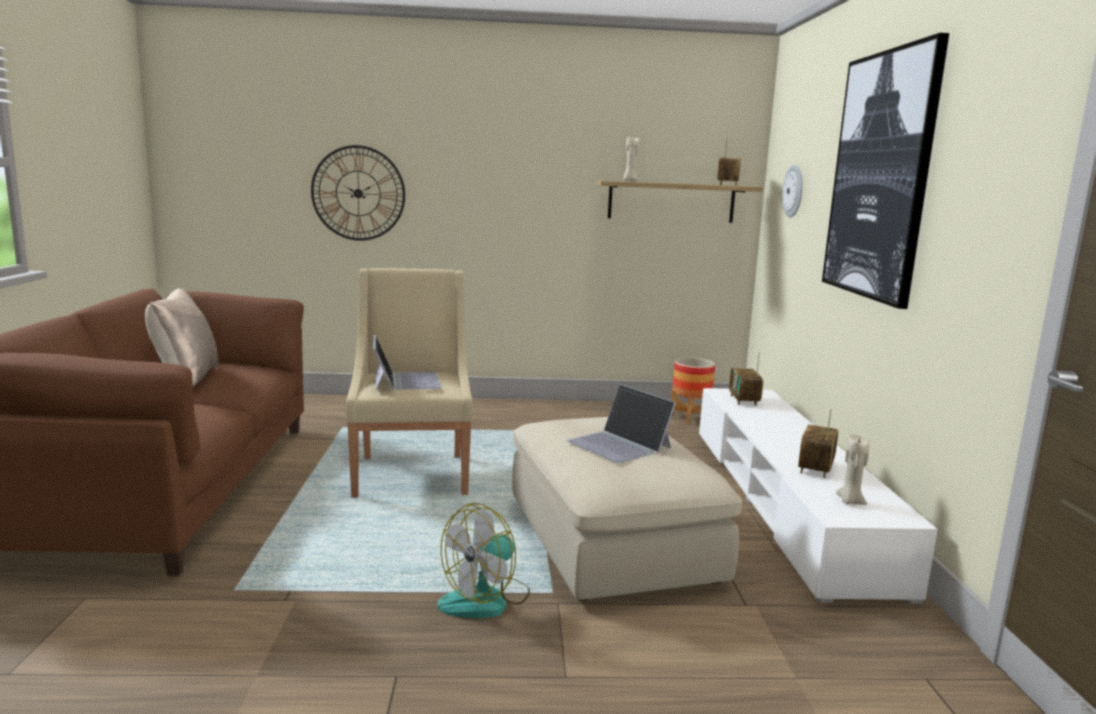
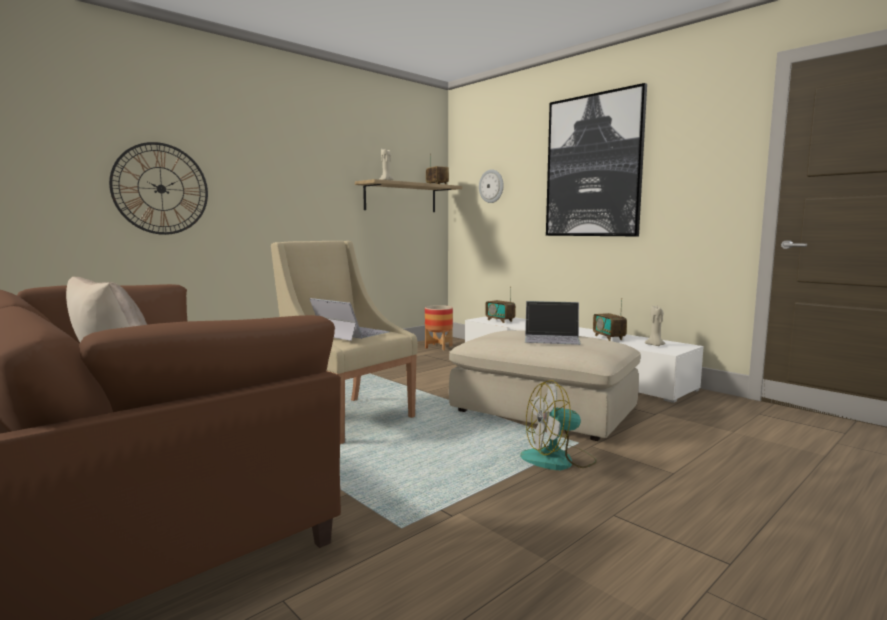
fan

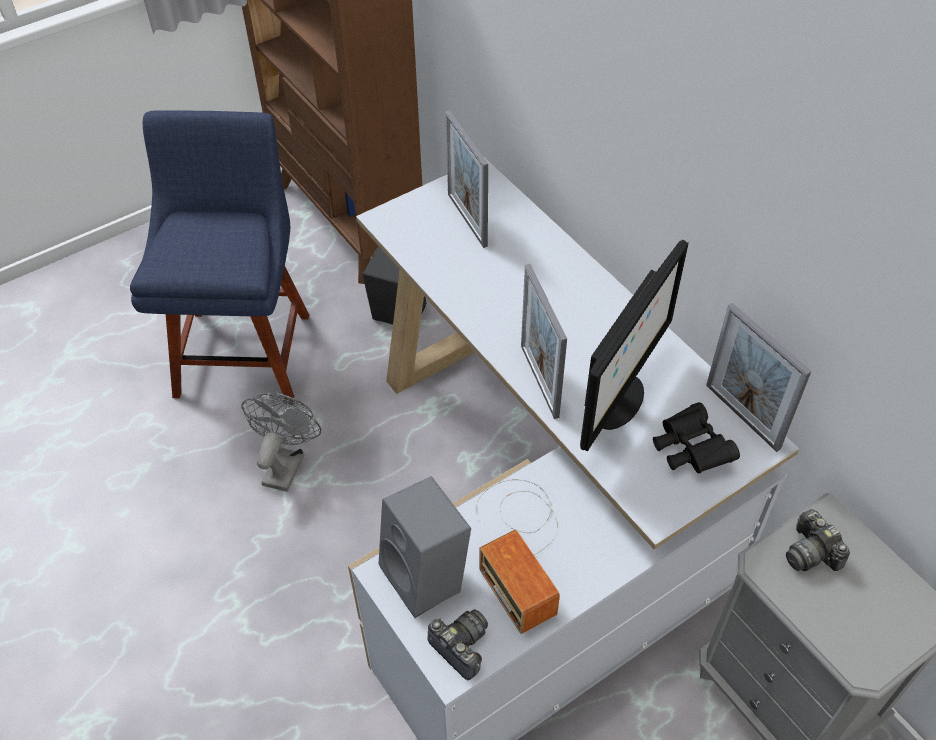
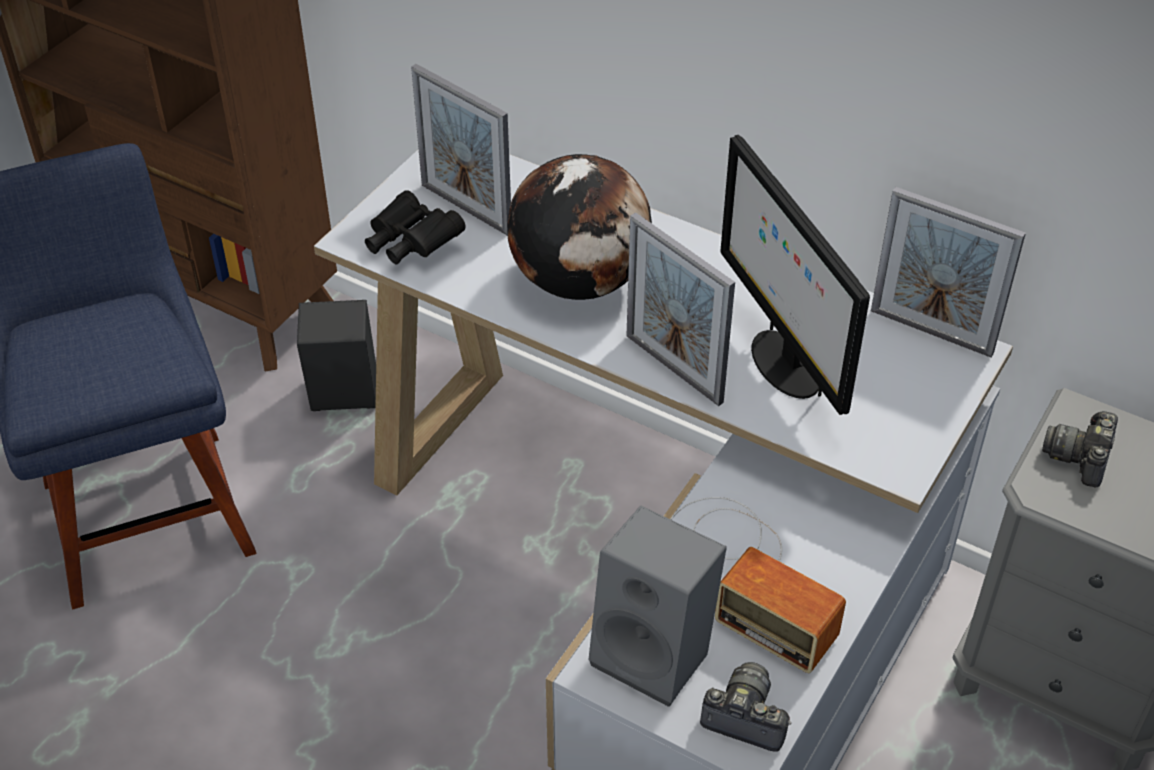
binoculars/black
globe
monitor
photo camera (no. 2 from left)
fan/grey

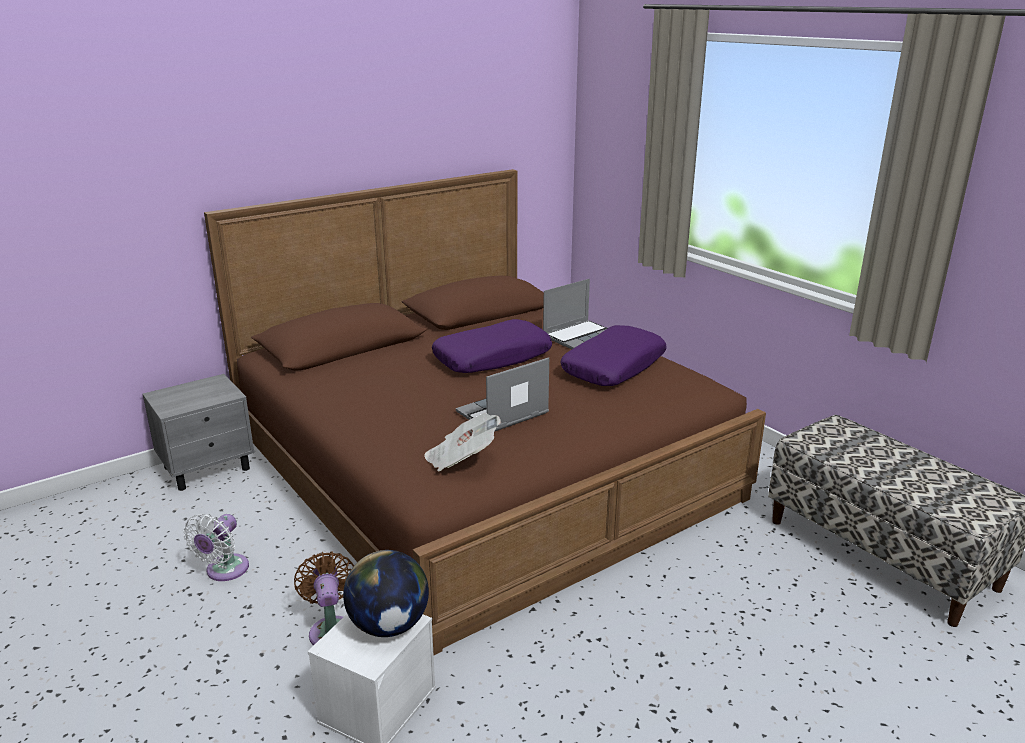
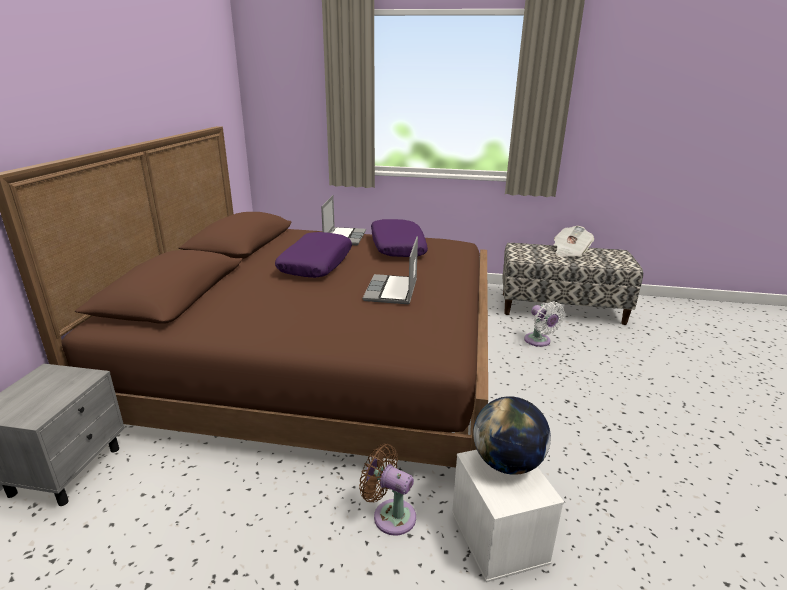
fan/white
newspaper

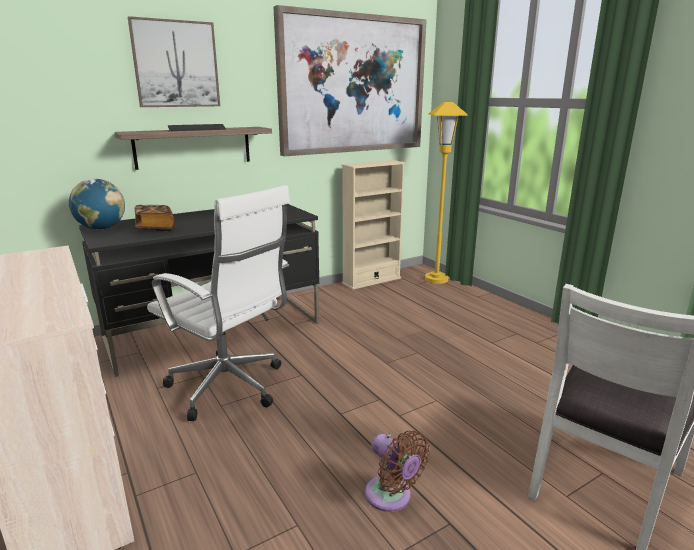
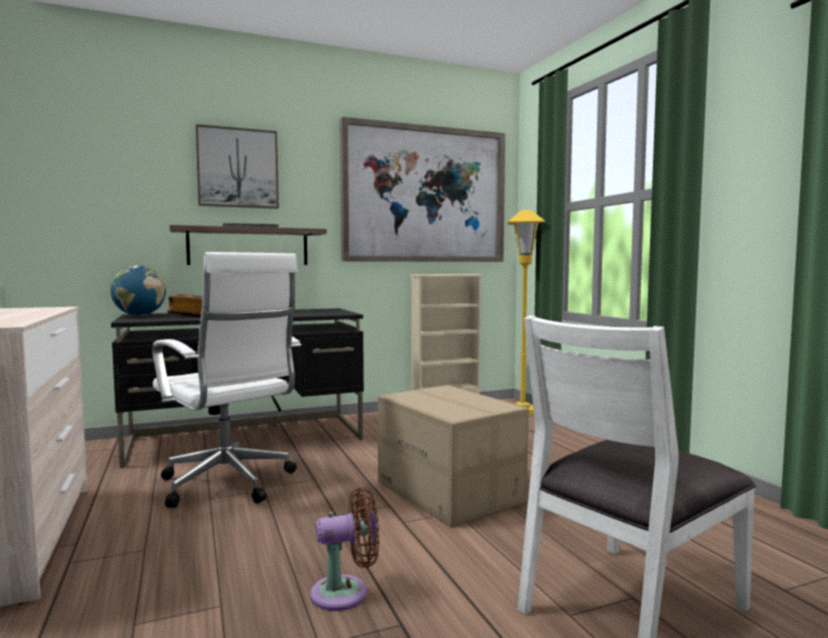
fan/brown
cardboard box

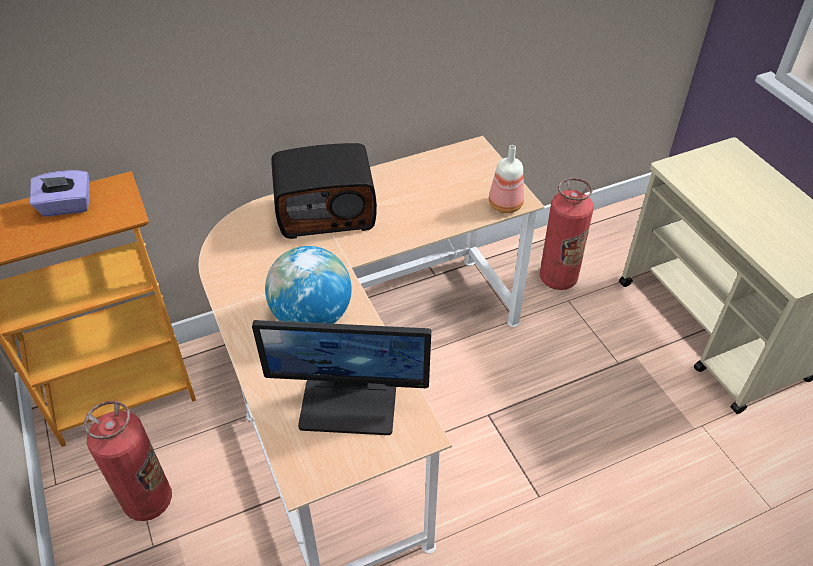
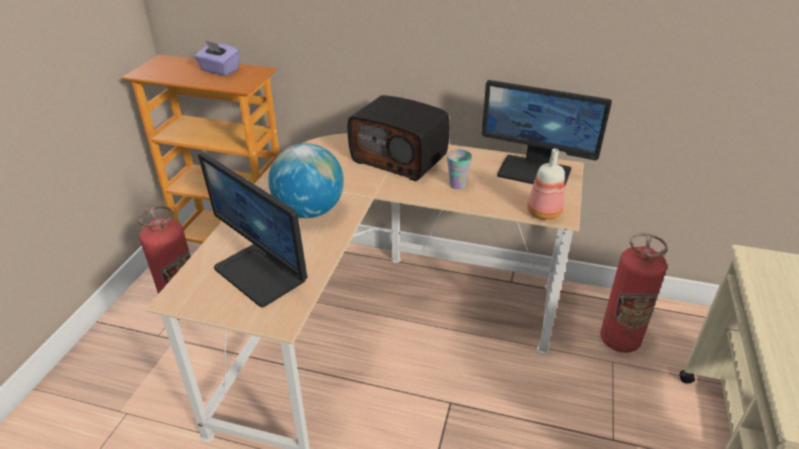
cup
monitor (no. 2 from left)

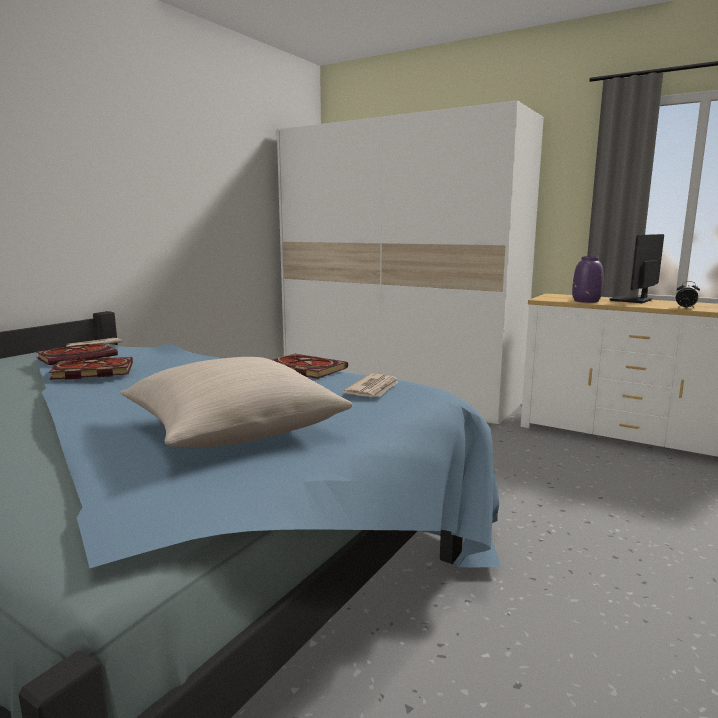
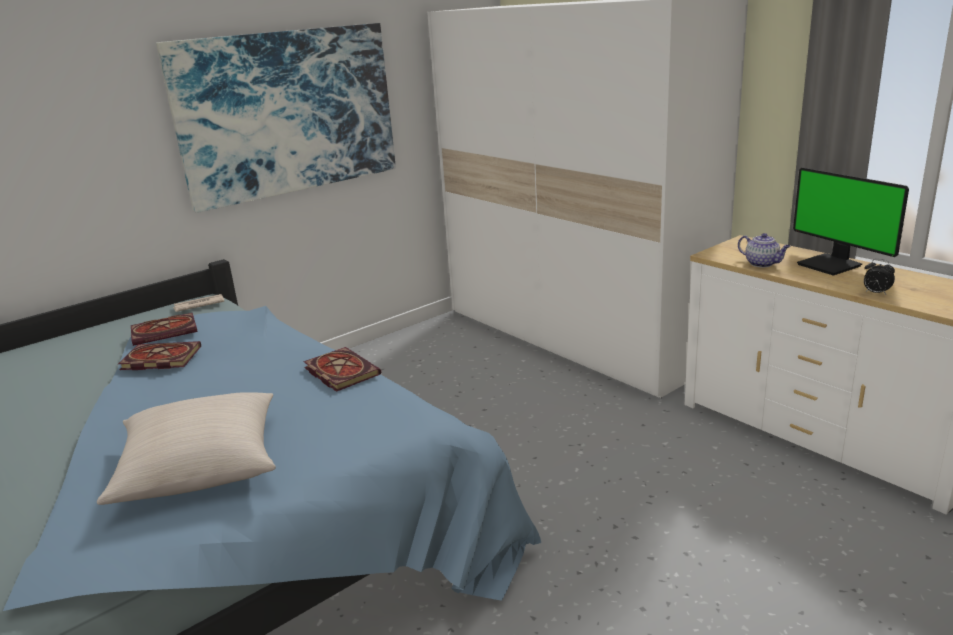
picture
teapot
monitor
newspaper (no. 2 from left in the first image)

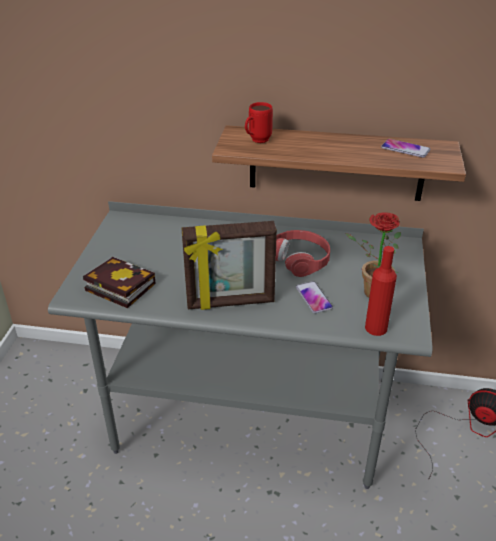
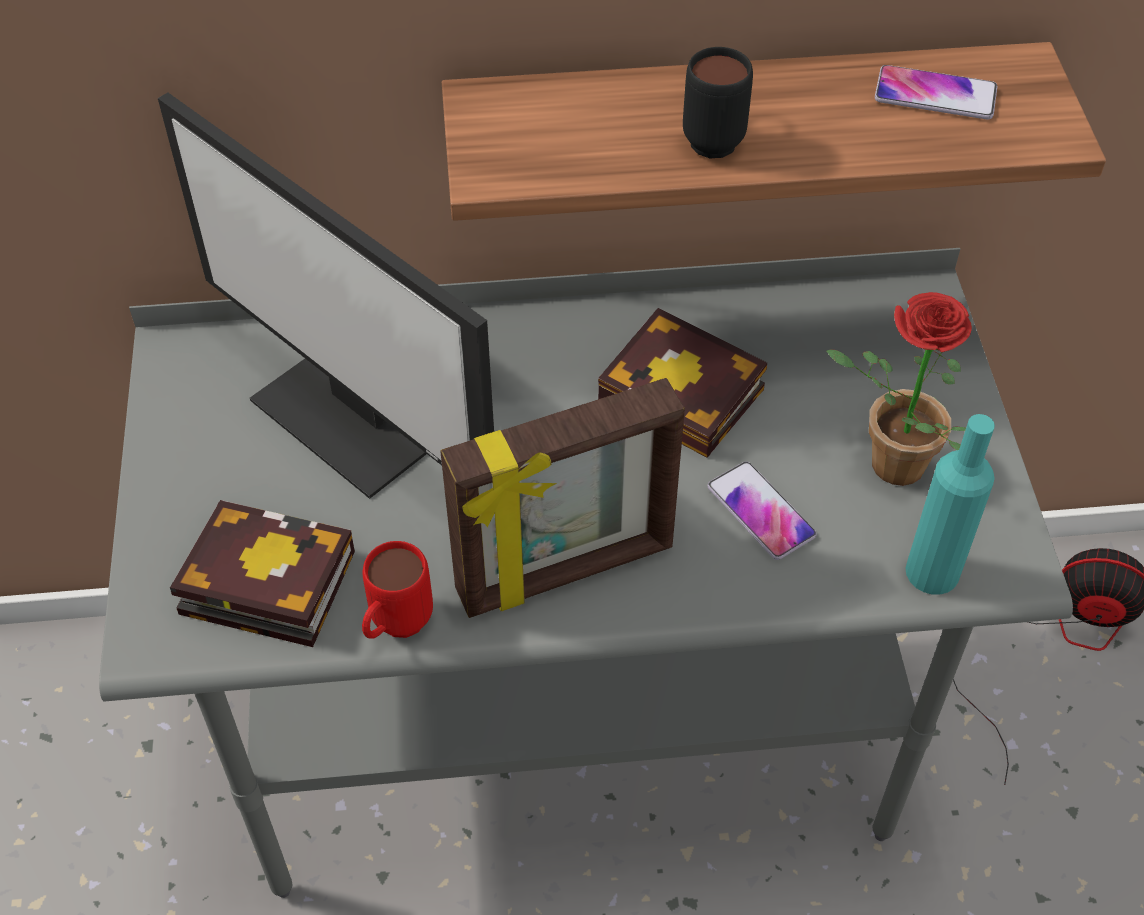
monitor
mug/red
book (no. 2 from left)
mug/black
bottle/turquoise

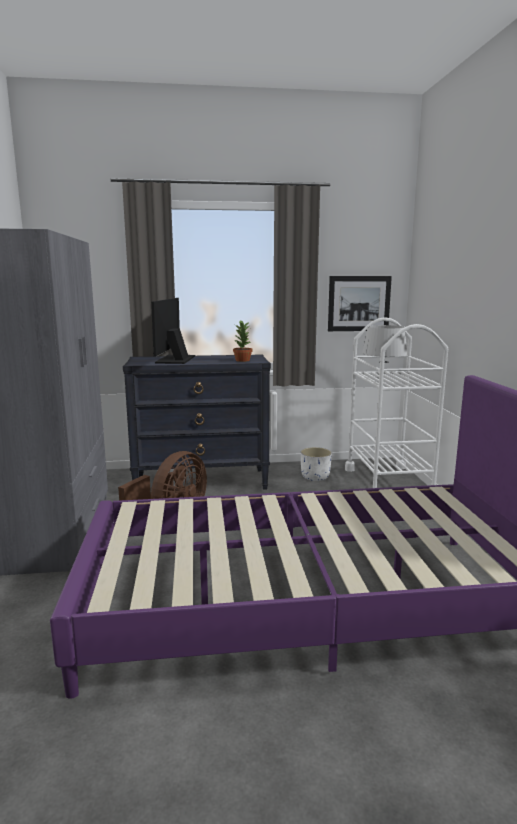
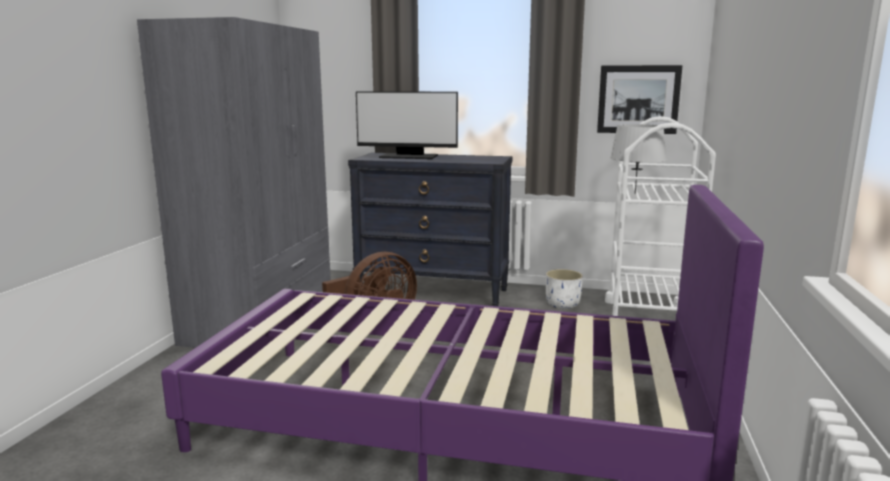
monitor
potted plant

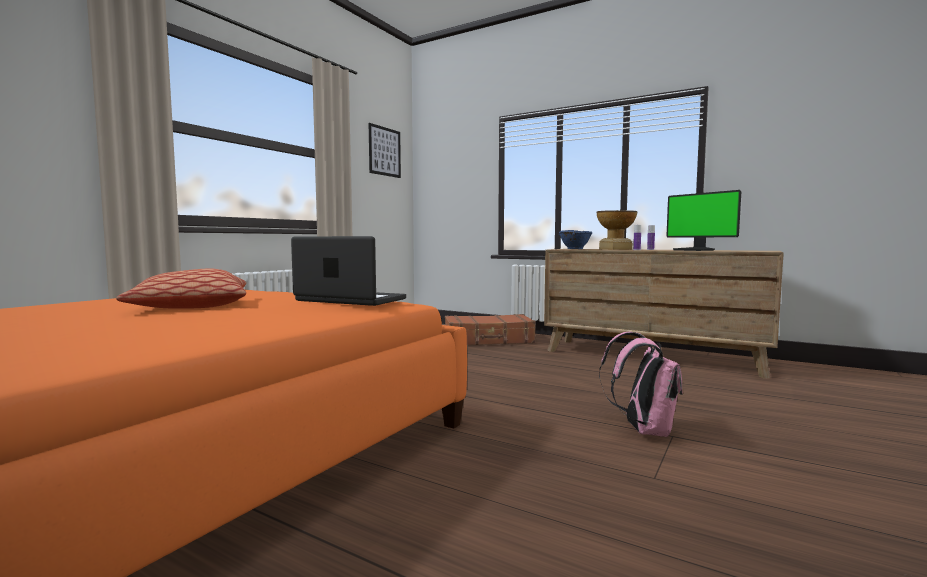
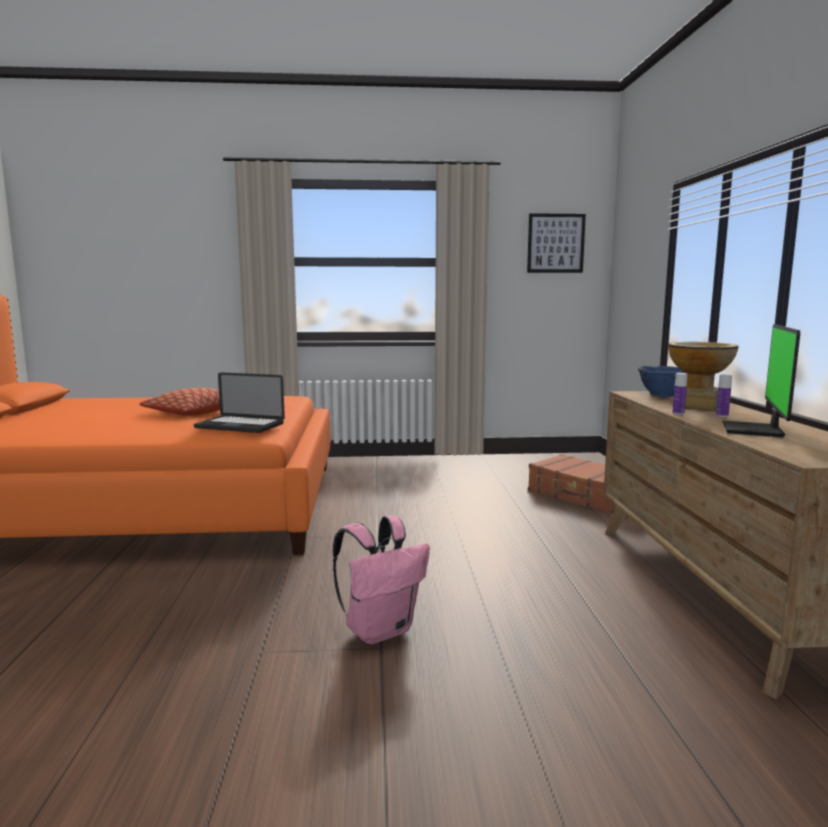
laptop

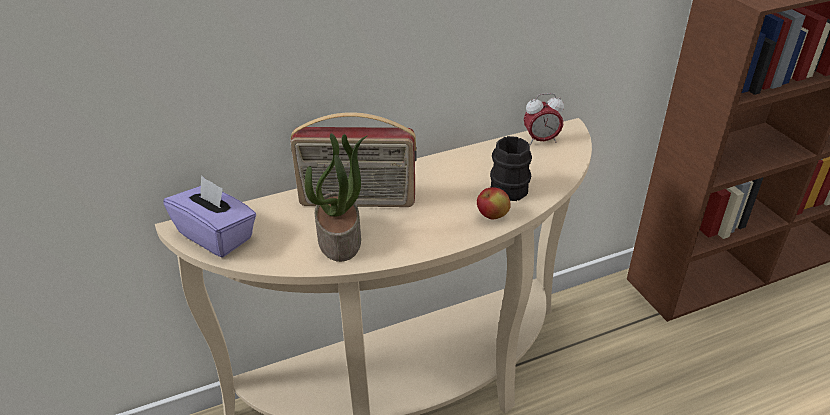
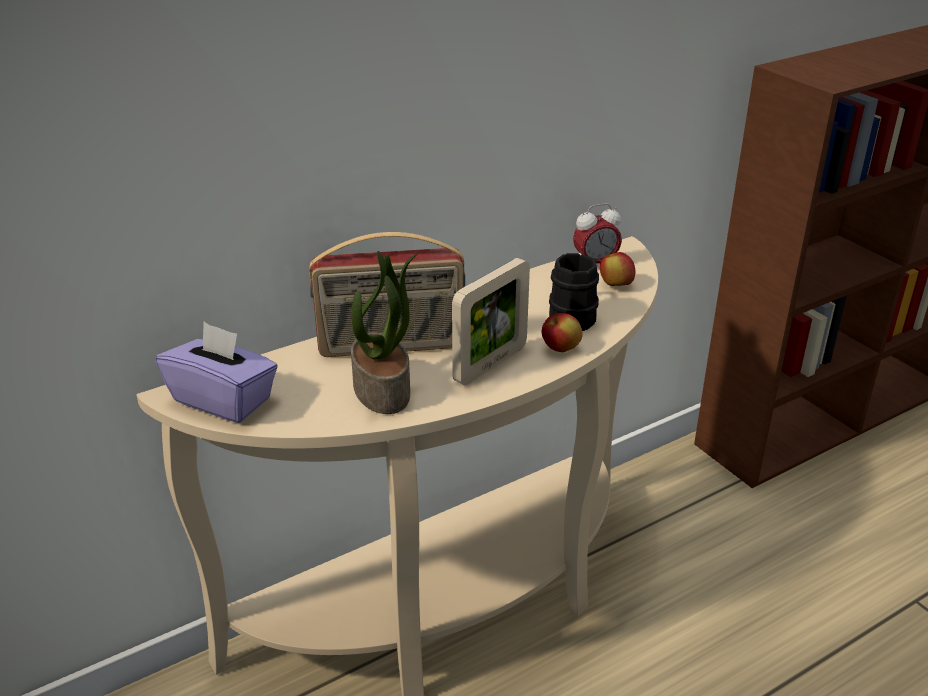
picture frame
apple (no. 2 from left)

